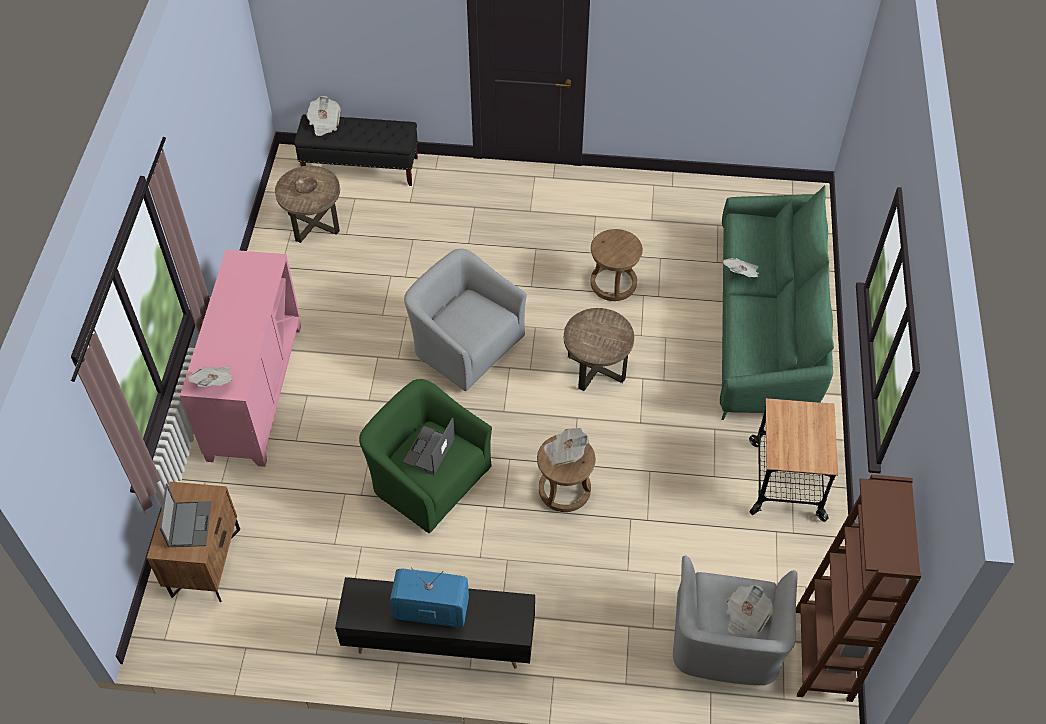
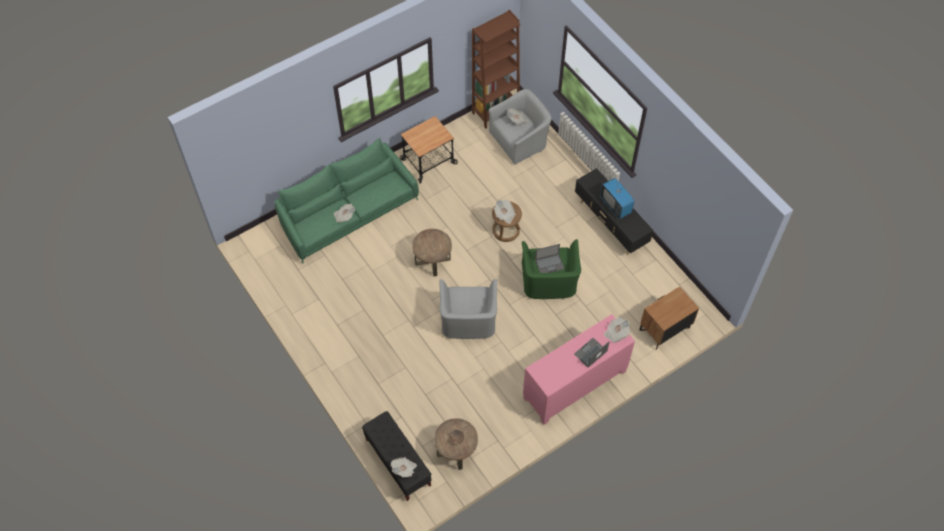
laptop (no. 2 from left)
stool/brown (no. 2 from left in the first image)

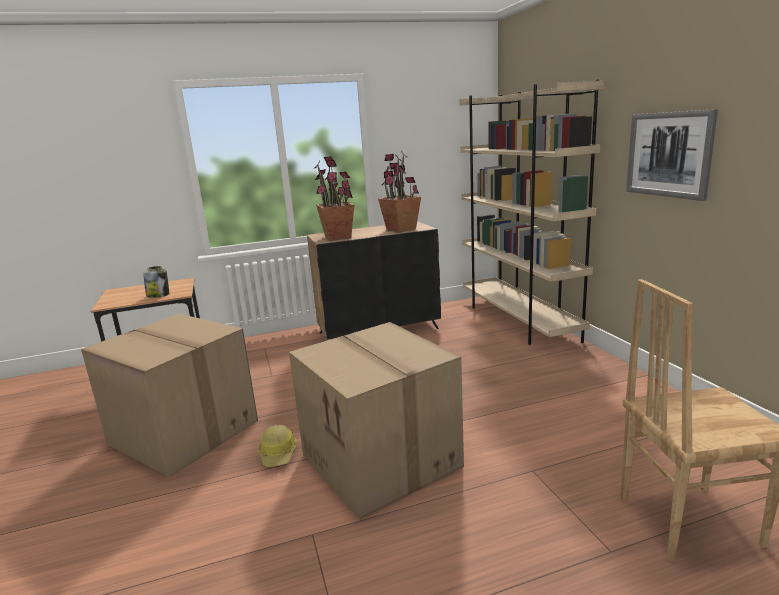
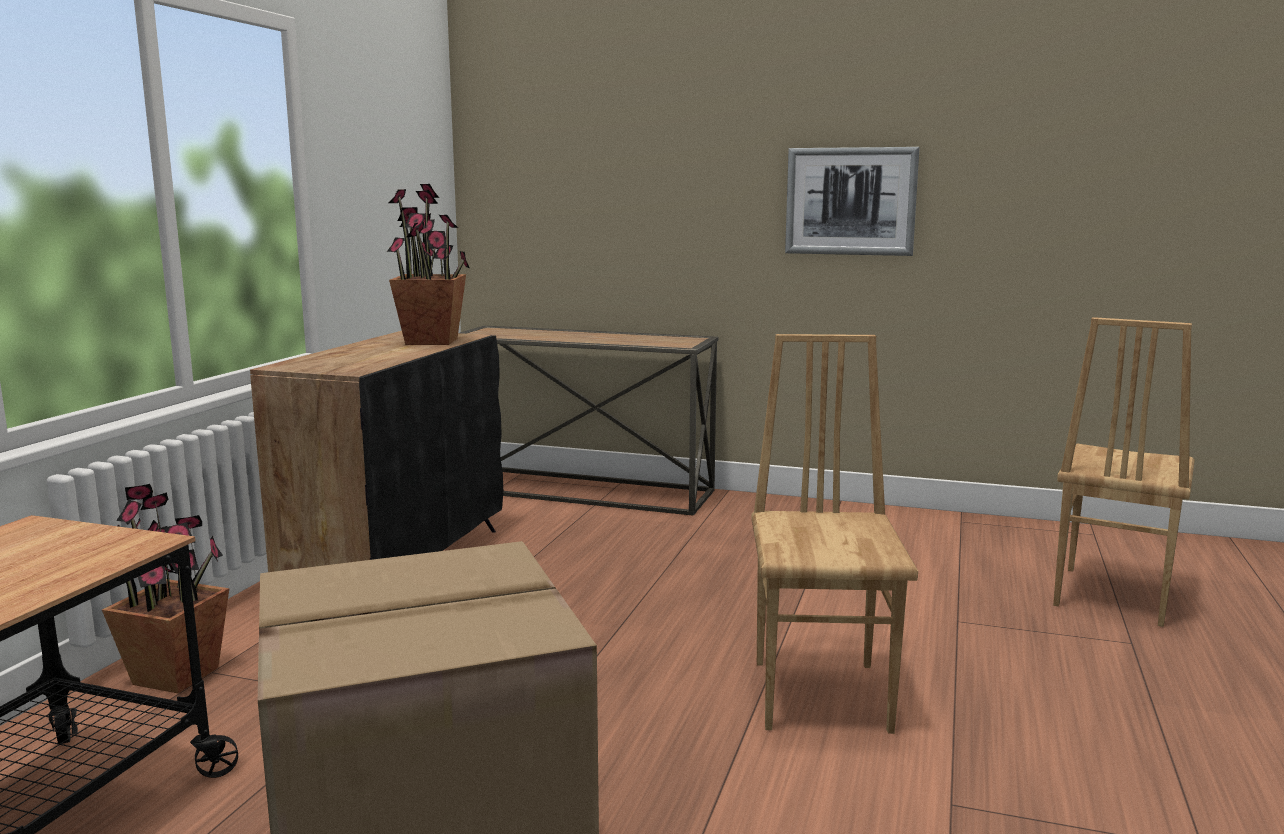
potted plant (no. 1 from left)
console table
chair/brown (no. 1 from left)
jar
hard hat

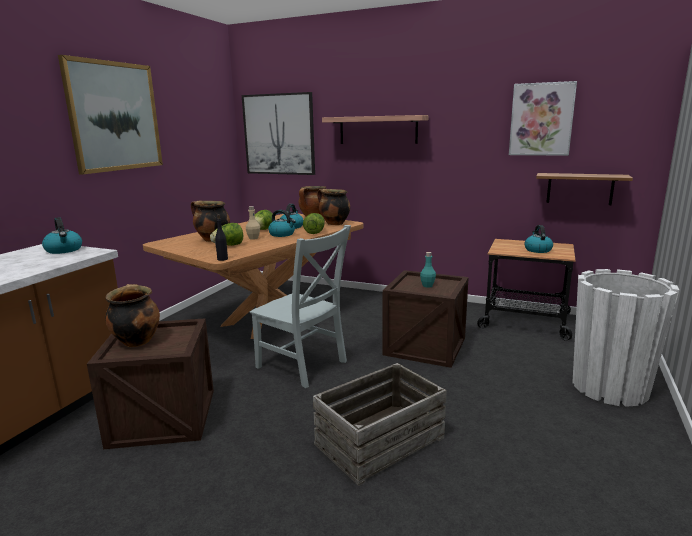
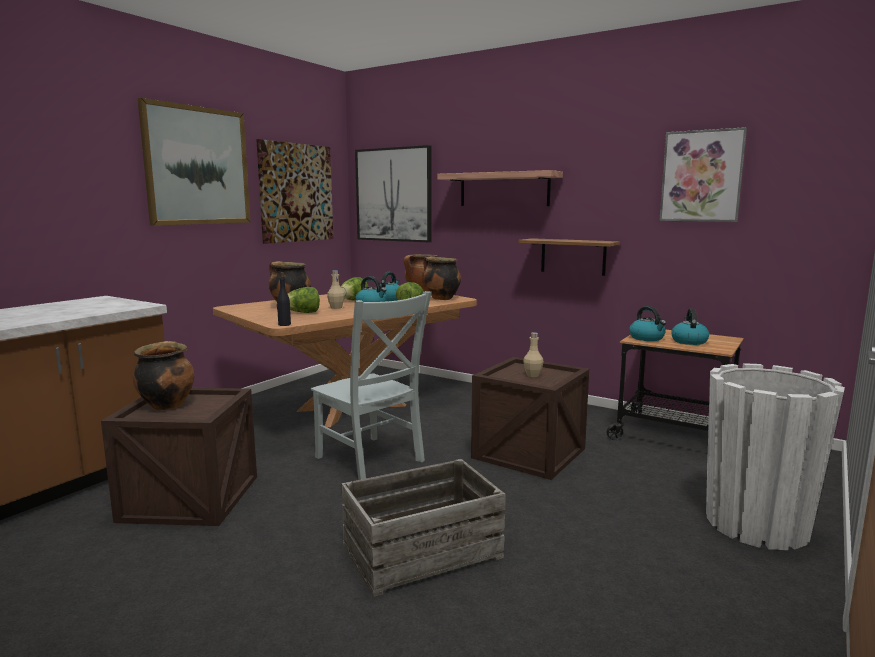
picture (no. 2 from left)
shelf (no. 2 from left)
bottle/beige (no. 2 from left)
kettle (no. 3 from left)

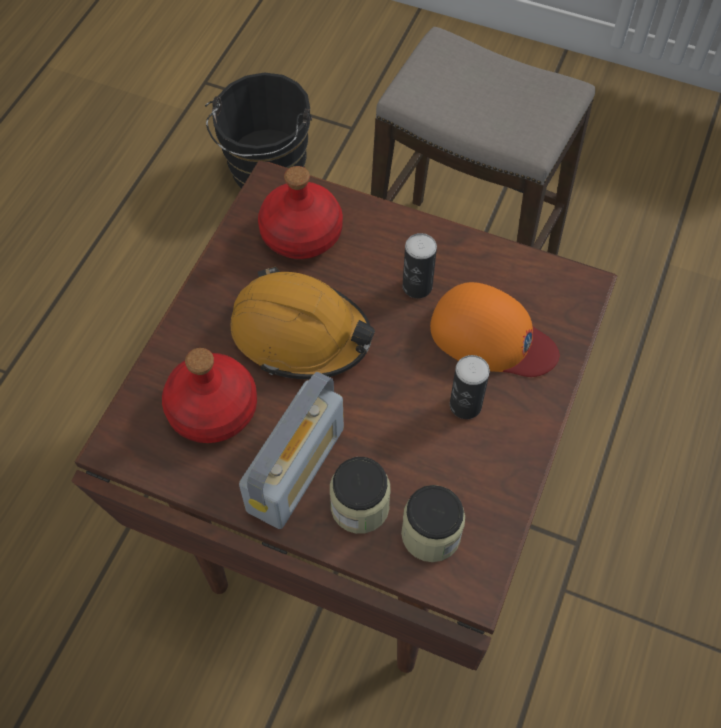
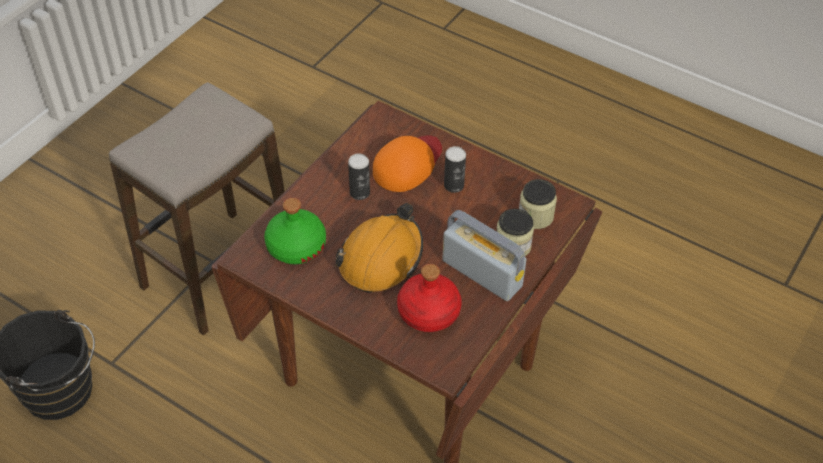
bottle/green

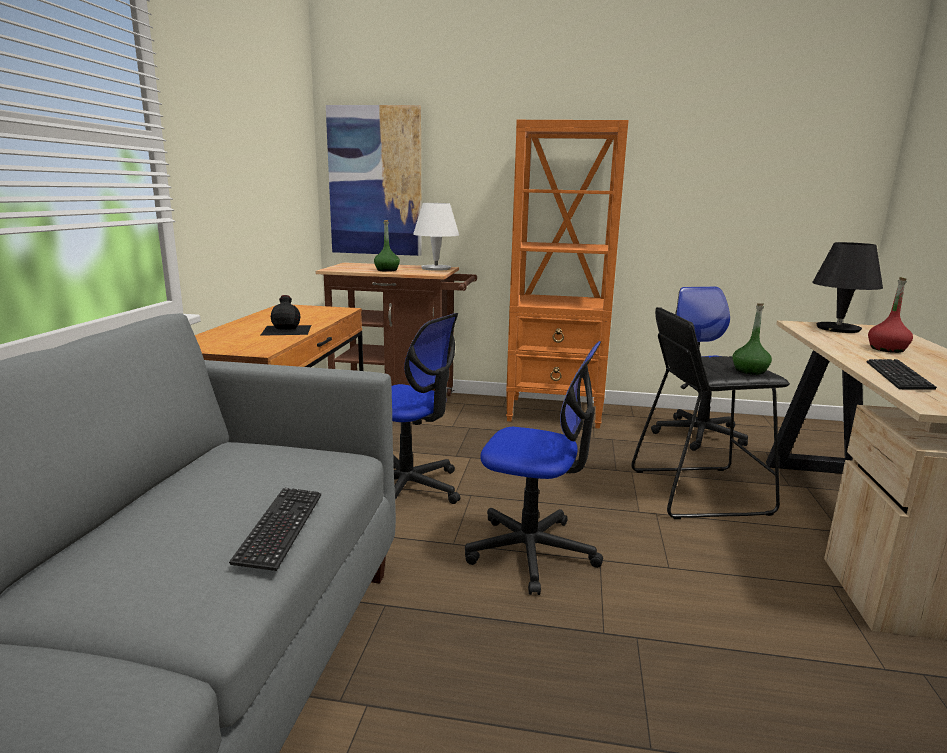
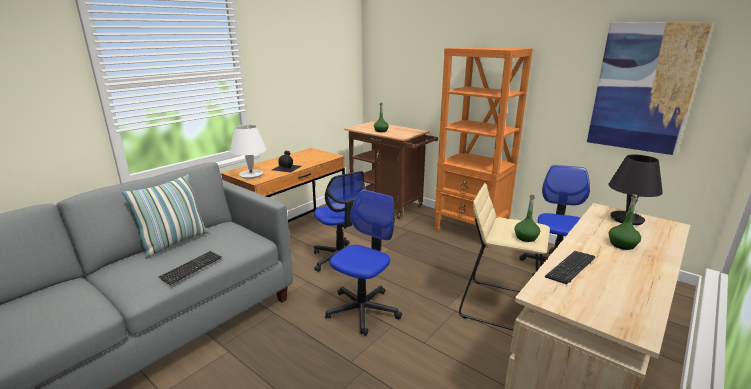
pillow
table lamp/white
office chair (no. 2 from left)
stool/beige
picture
bottle/green (no. 3 from left)

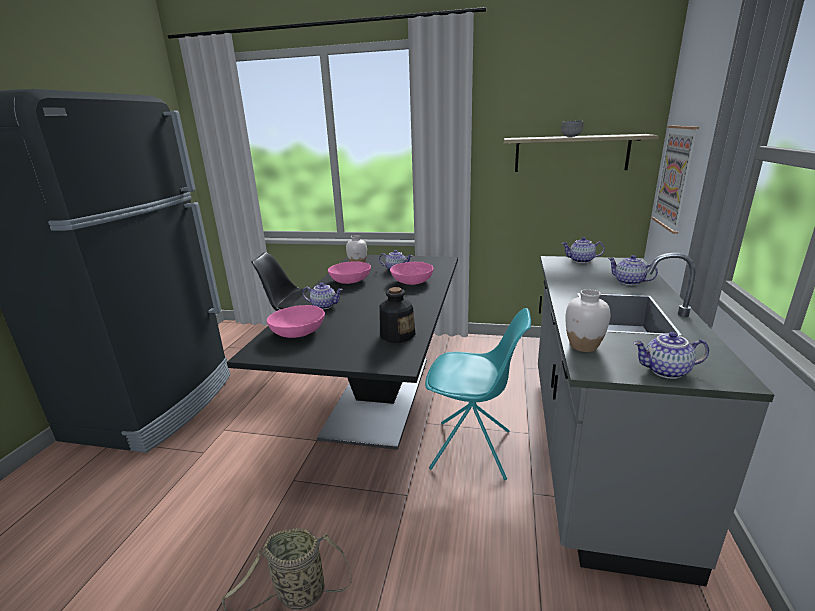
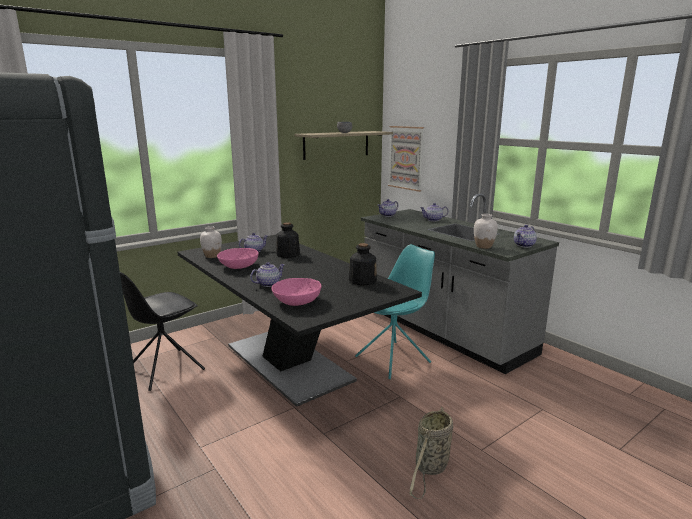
bottle (no. 1 from left)

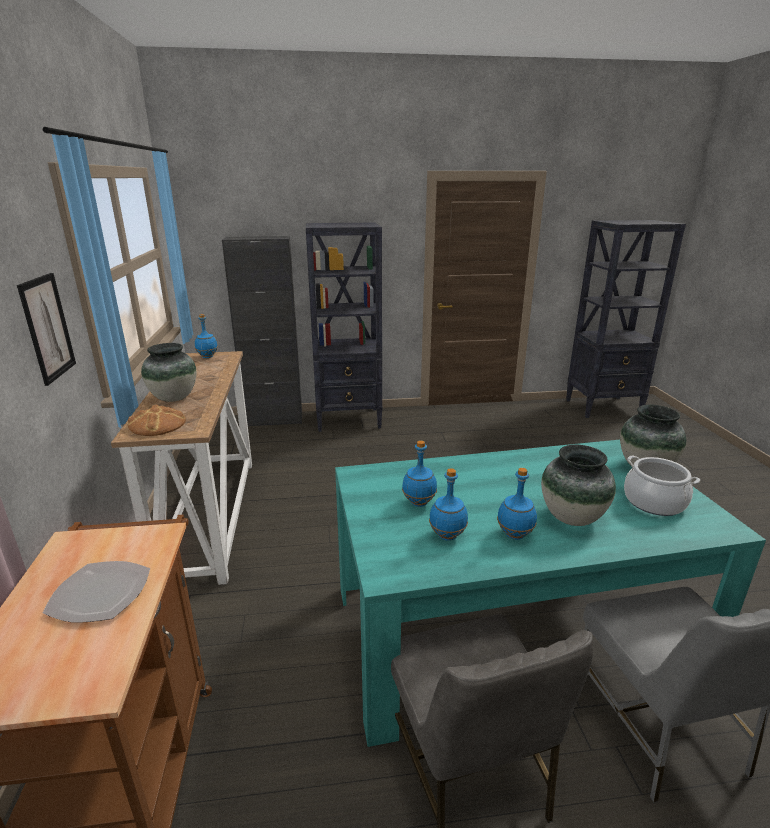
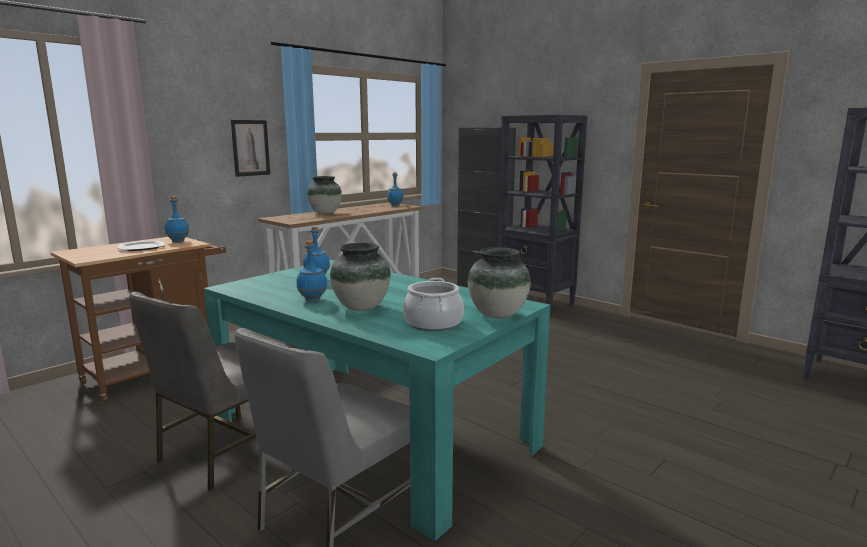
bottle/blue (no. 1 from left)
bread

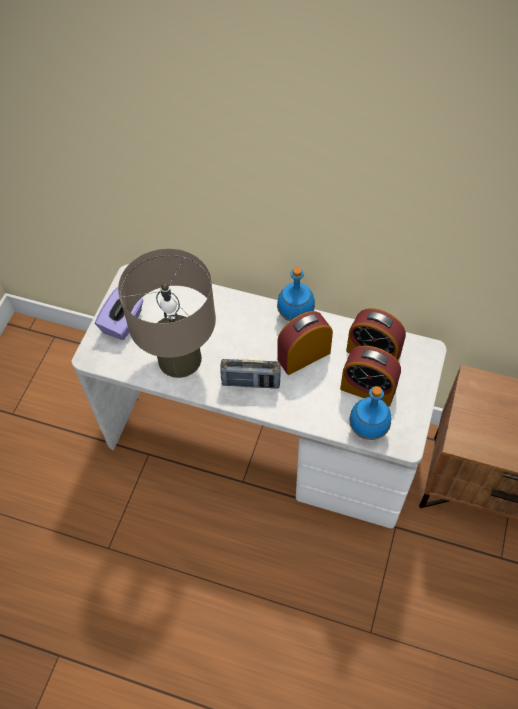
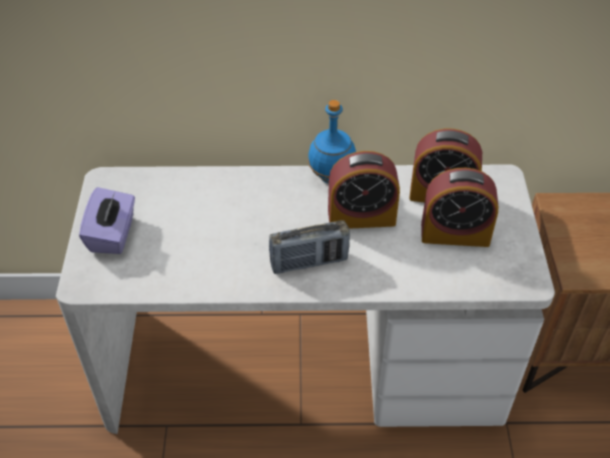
alarm clock (no. 1 from left)
table lamp/beige
bottle/blue (no. 2 from left in the first image)

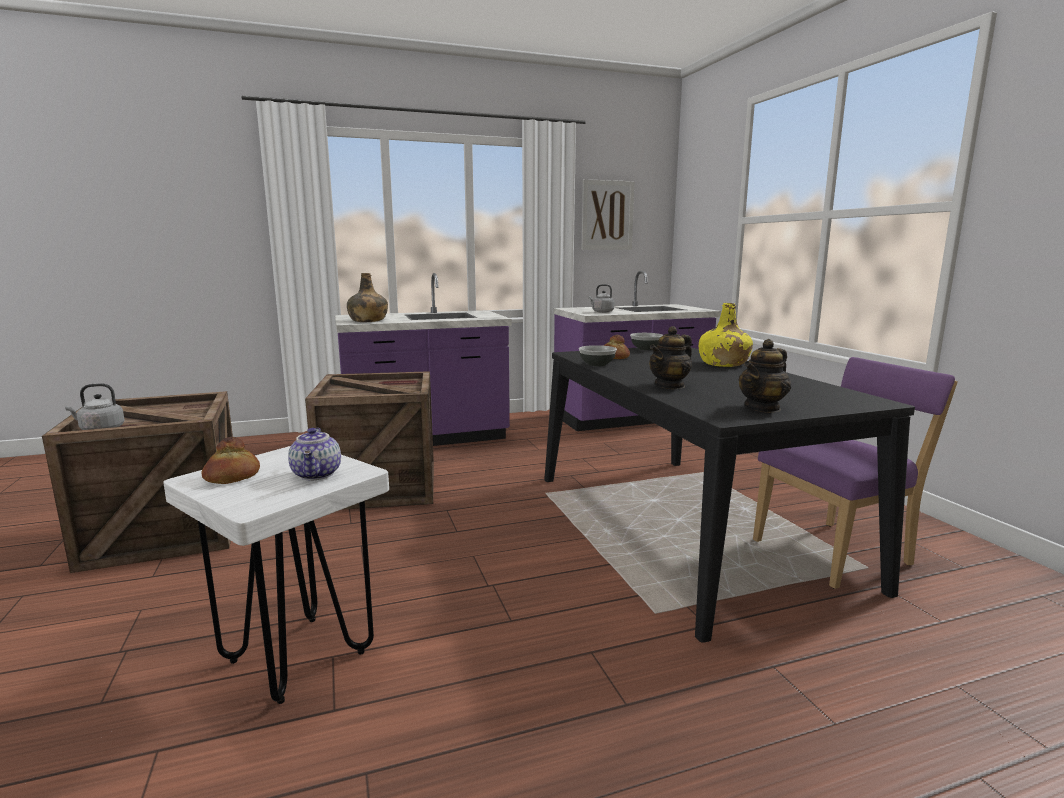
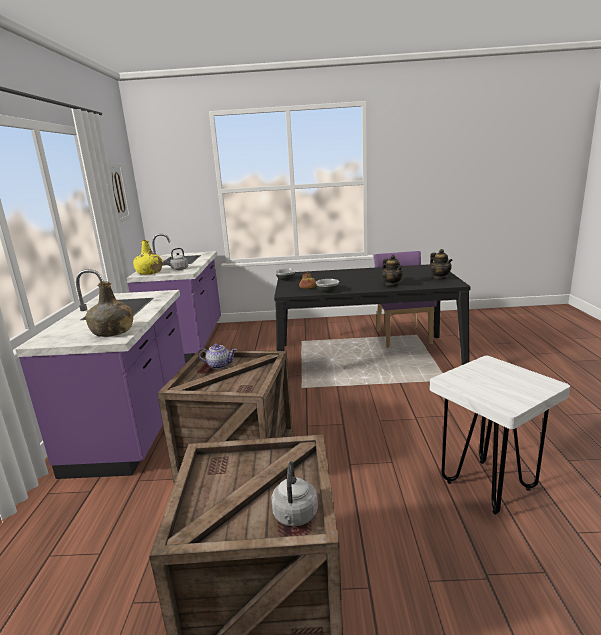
bottle/yellow
teapot (no. 1 from left)
bread (no. 1 from left in the first image)

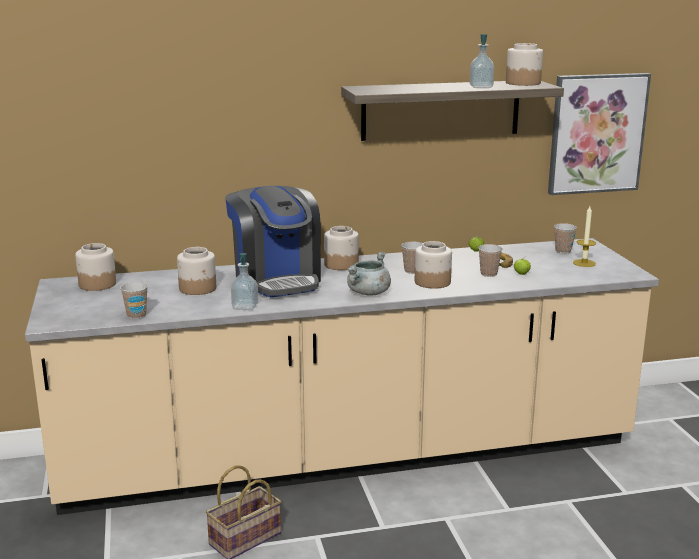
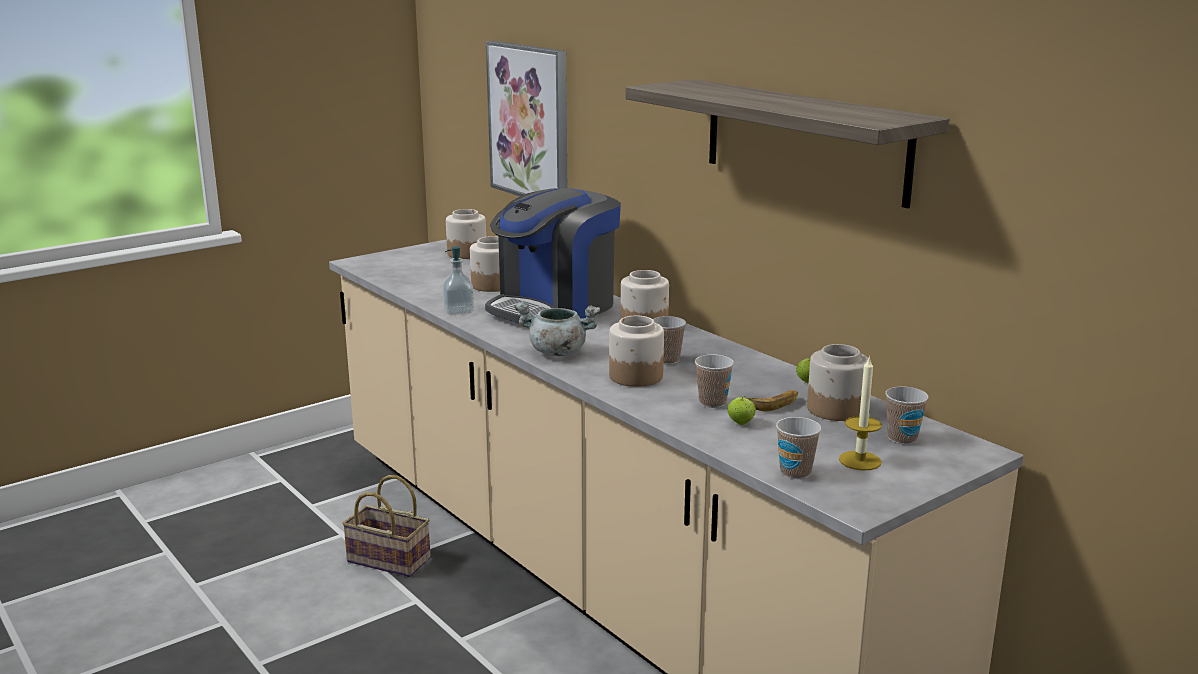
picture
cup (no. 3 from left)
jar (no. 5 from left)
soap dispenser (no. 2 from left in the first image)

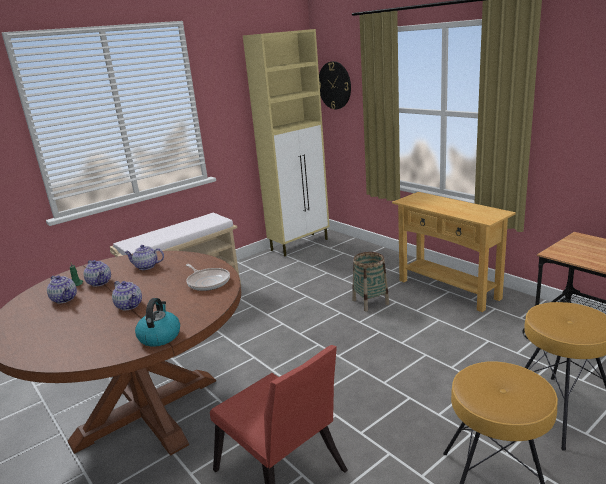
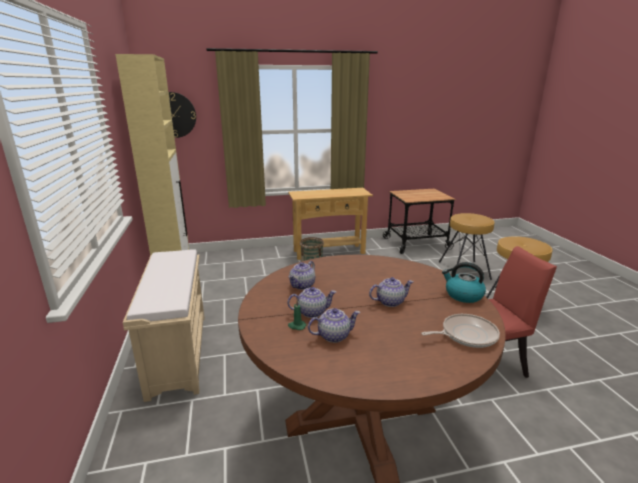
frying pan

